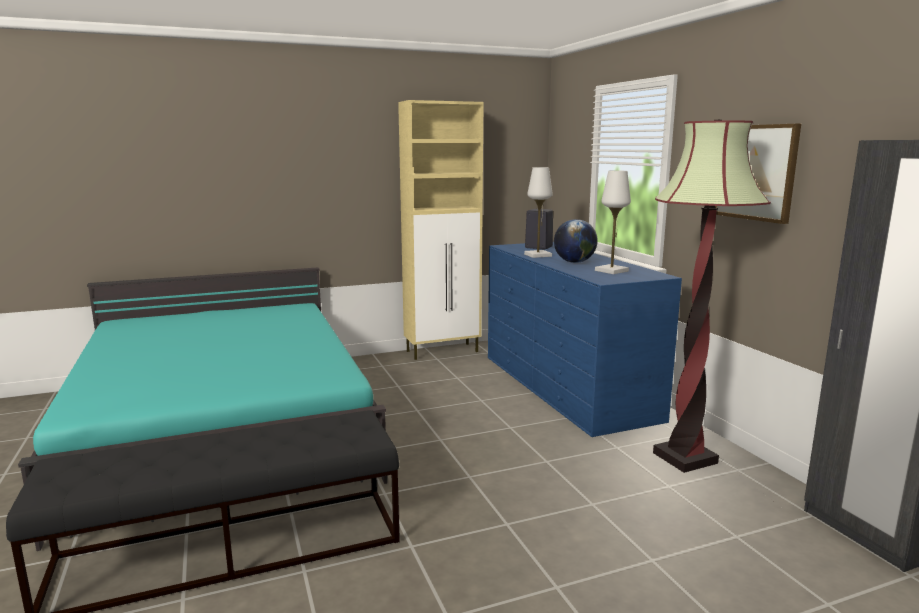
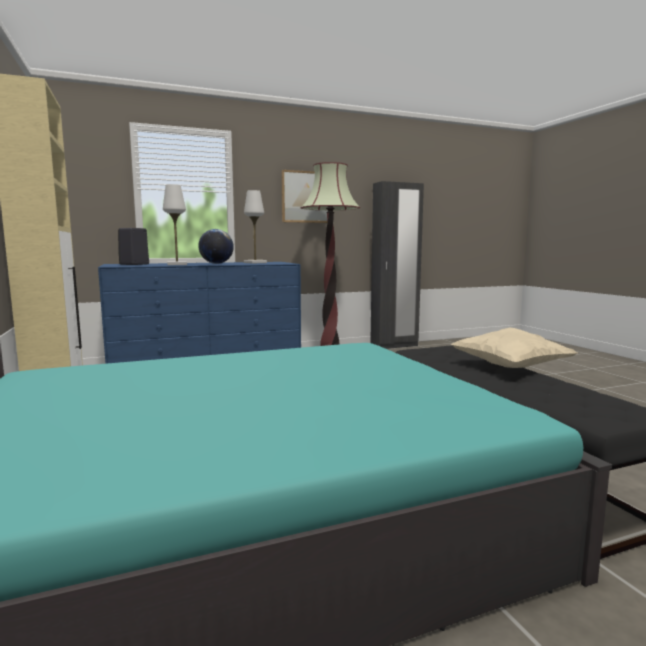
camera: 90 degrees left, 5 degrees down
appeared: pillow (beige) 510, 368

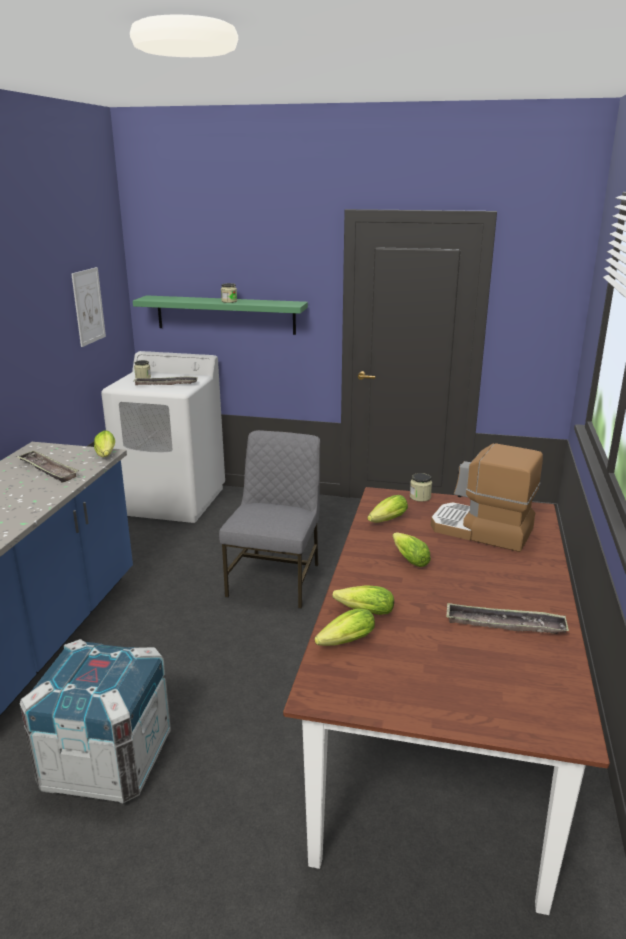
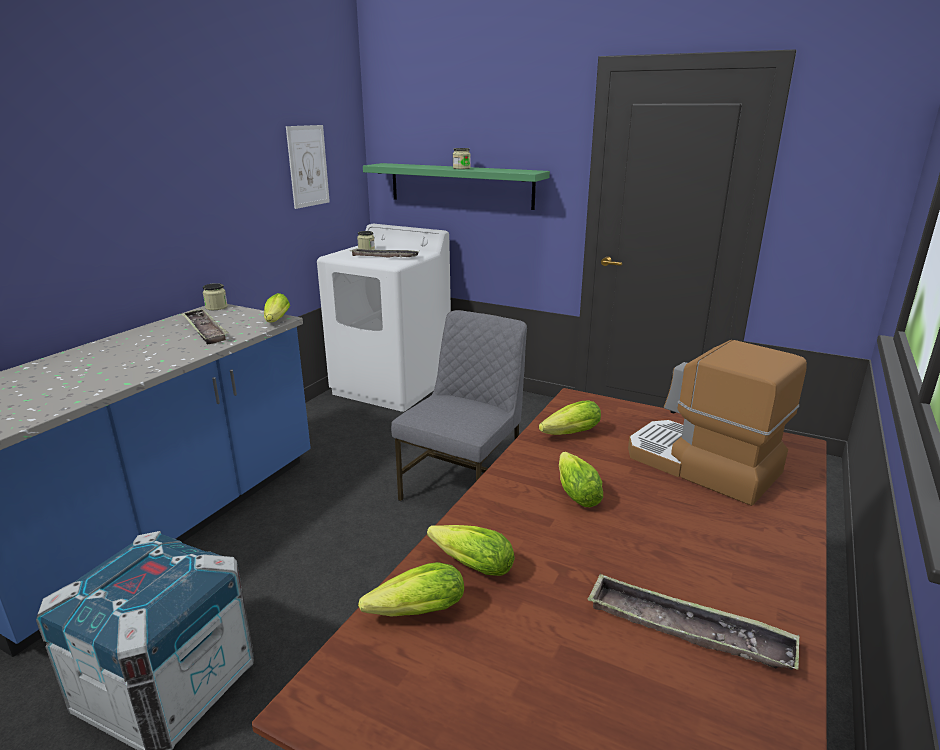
camera: 15 degrees right, 0 degrees up
relocated: jar 420, 497 to 216, 307

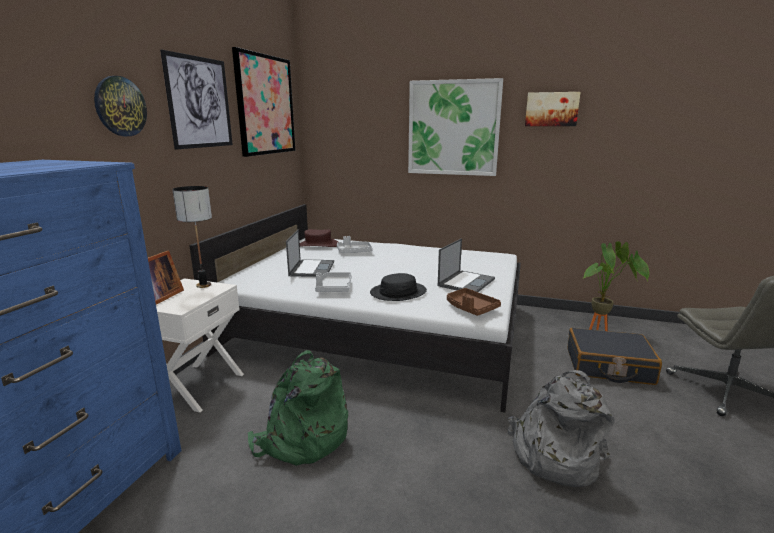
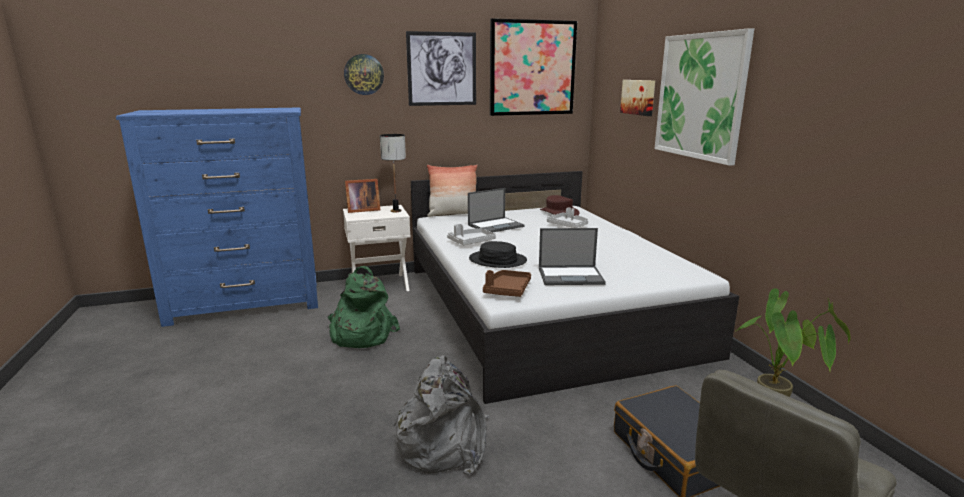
camera: 55 degrees right, 0 degrees up
appeared: pillow 453, 214
relocated: picture 551, 109 to 639, 97

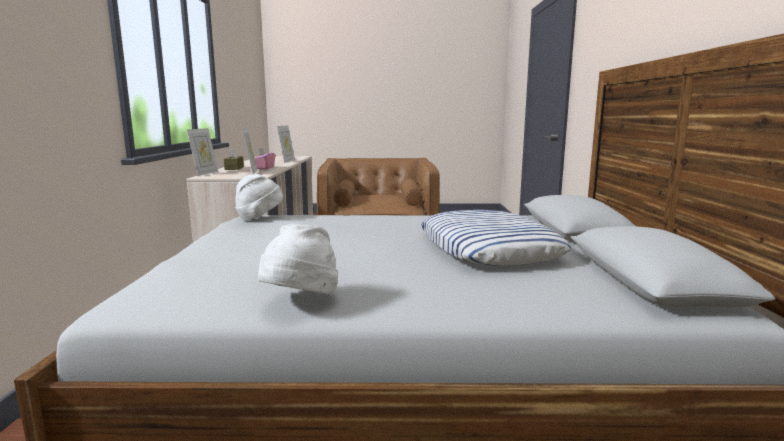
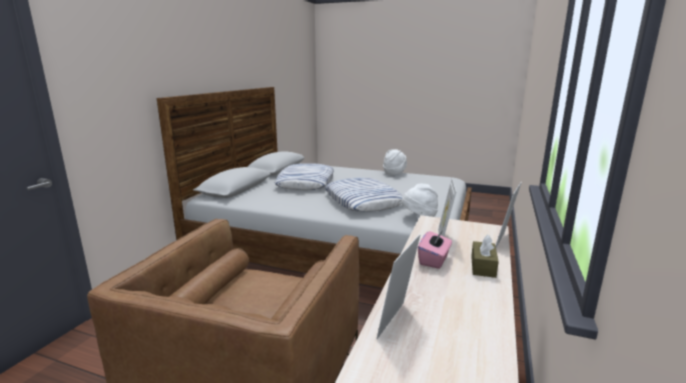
camera: 160 degrees left, 5 degrees up
appeared: pillow 363, 201

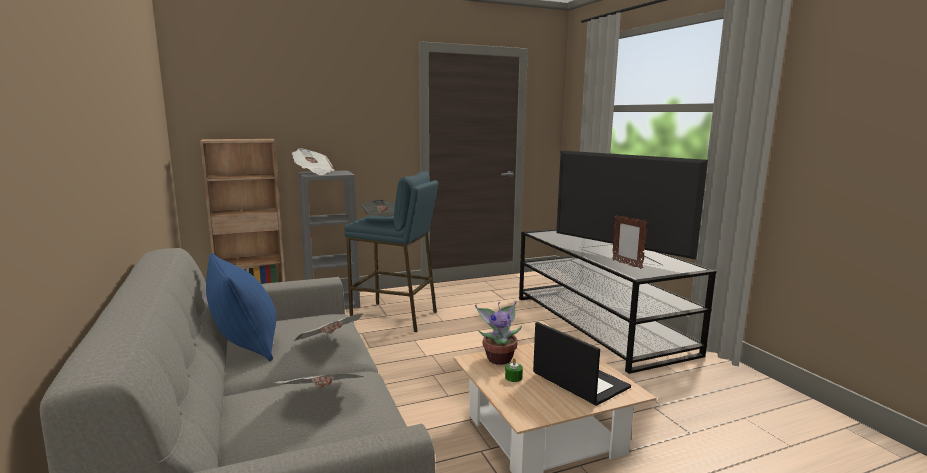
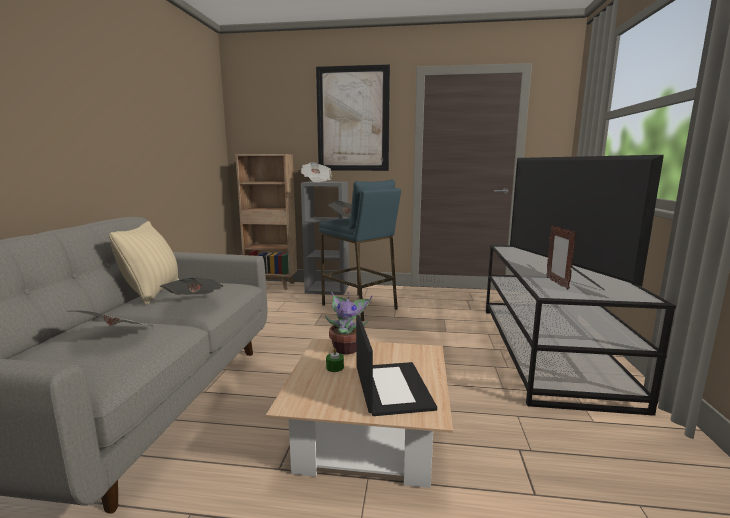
camera: 30 degrees right, 0 degrees up
appeared: picture 353, 119
colour: pillow (blue) 245, 345 to pillow (beige) 153, 293

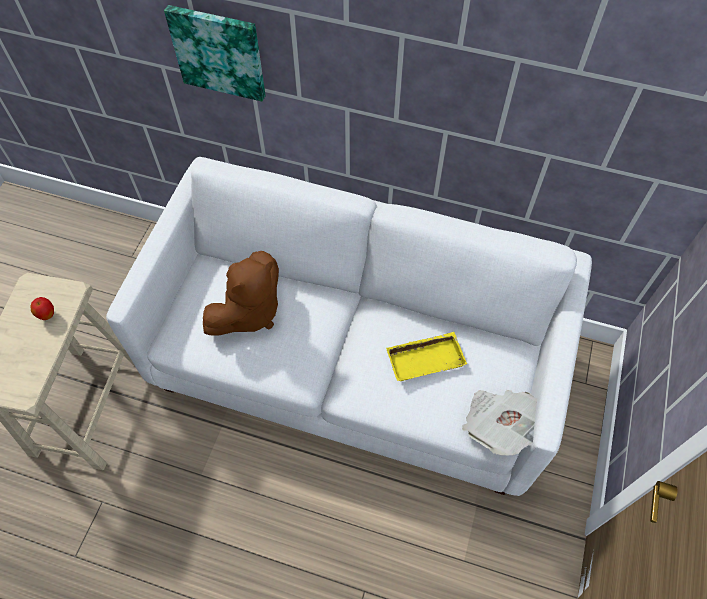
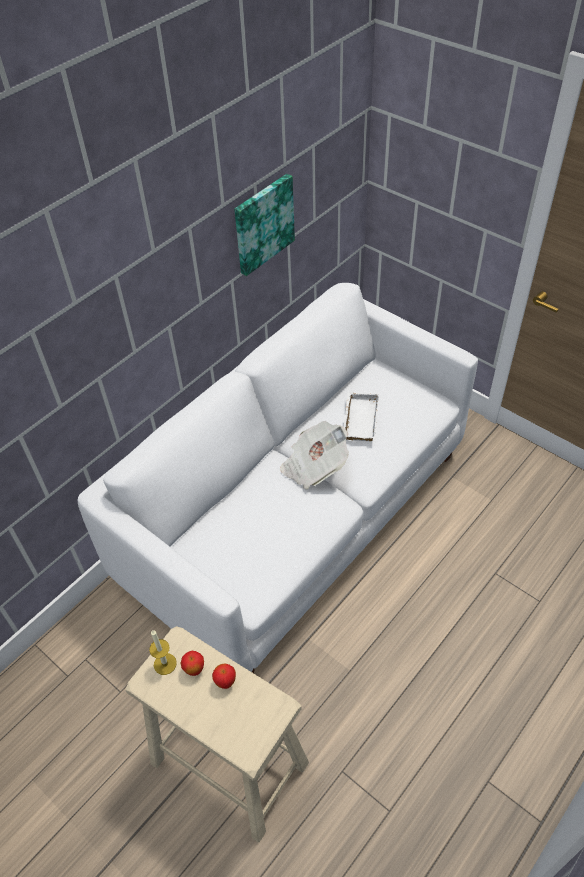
camera: 65 degrees left, 10 degrees down
missing: plush toy (brown) 249, 311
appeared: candle 165, 664; apple 225, 682
relocated: picture 219, 52 to 263, 223; newspaper 499, 425 to 314, 466
colour: tray (yellow) 425, 358 to tray (white) 359, 419

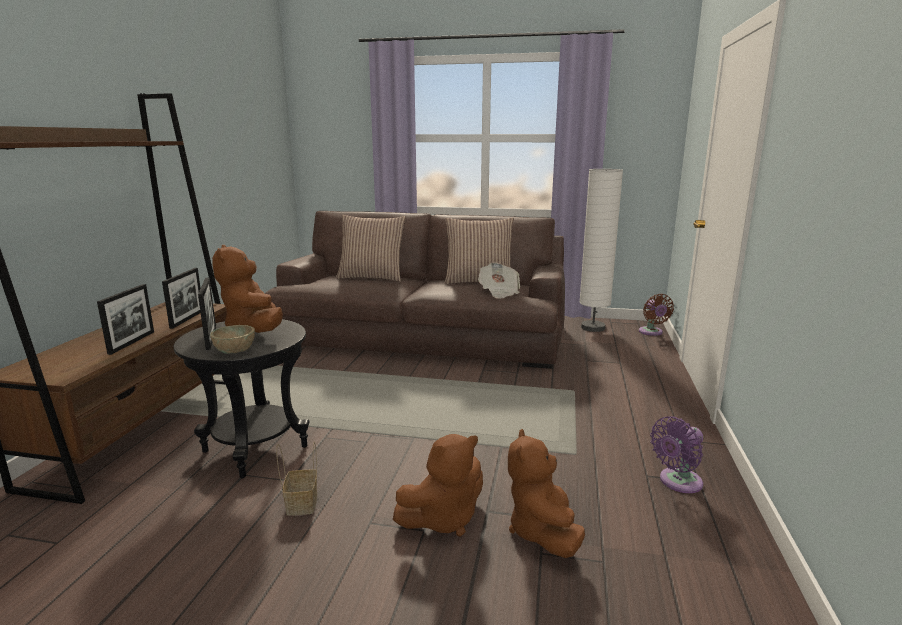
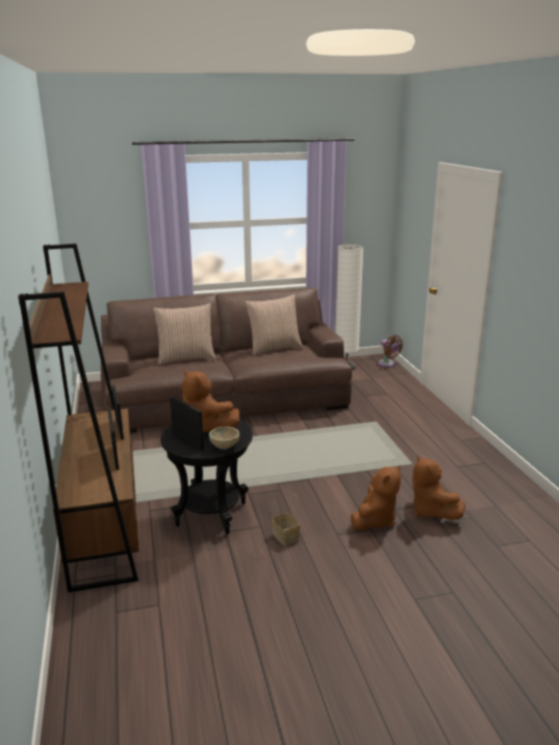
camera: 25 degrees left, 5 degrees up
missing: newspaper 499, 292; fan (purple) 677, 482

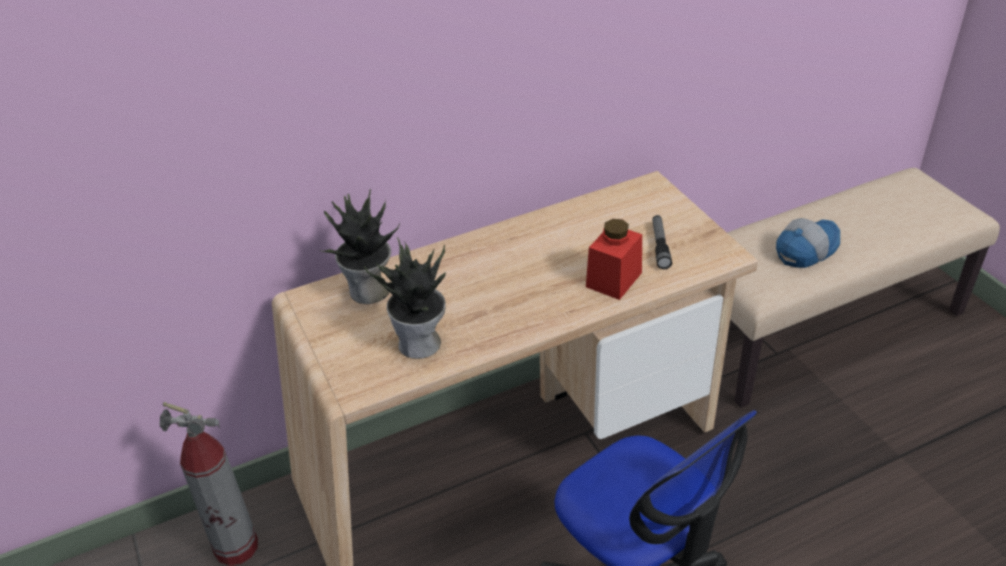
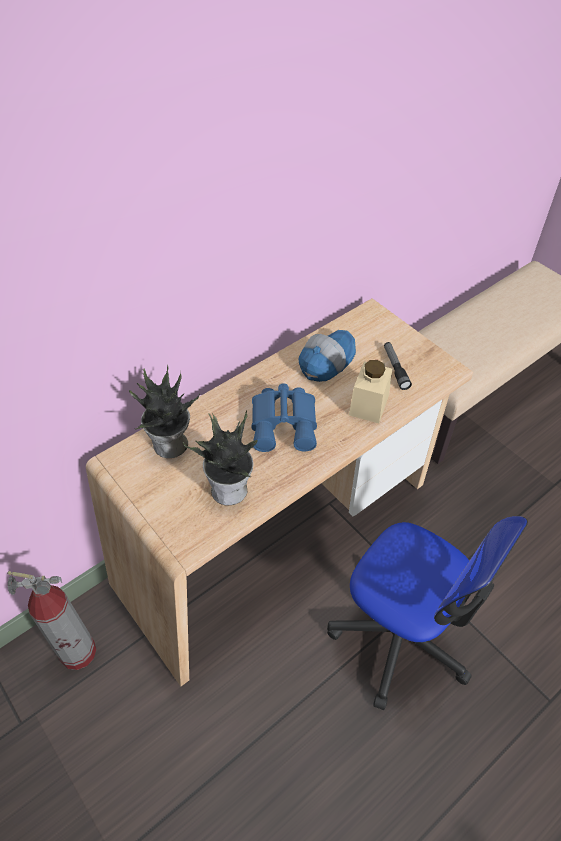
camera: 15 degrees left, 10 degrees up
appeared: binoculars (blue) 285, 423
relocated: cap 805, 249 to 325, 361
colour: jar (red) 613, 279 to jar (beige) 369, 405

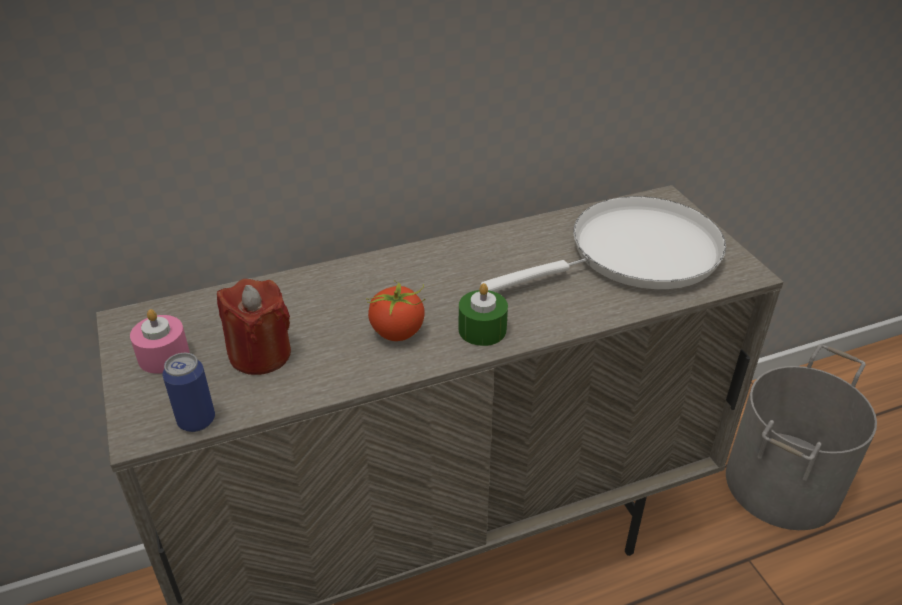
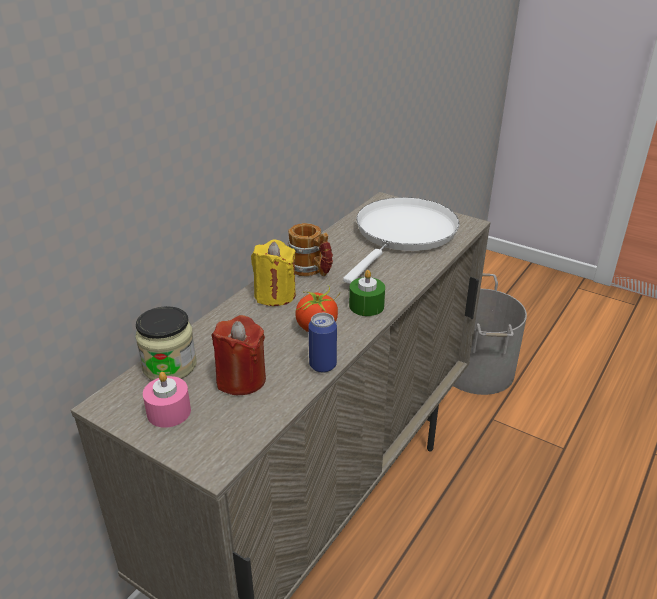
camera: 35 degrees left, 5 degrees down
appeared: jar 169, 366; candle (yellow) 275, 295; mug 311, 270
relocated: can 196, 420 to 322, 365

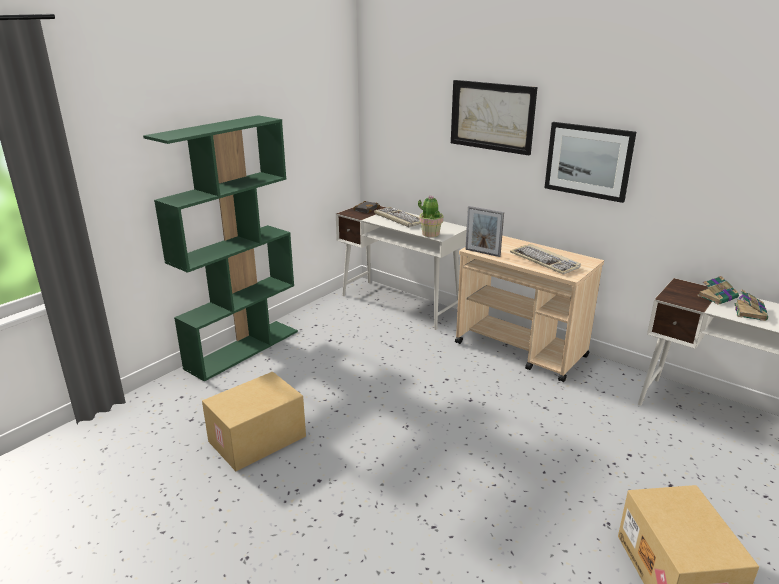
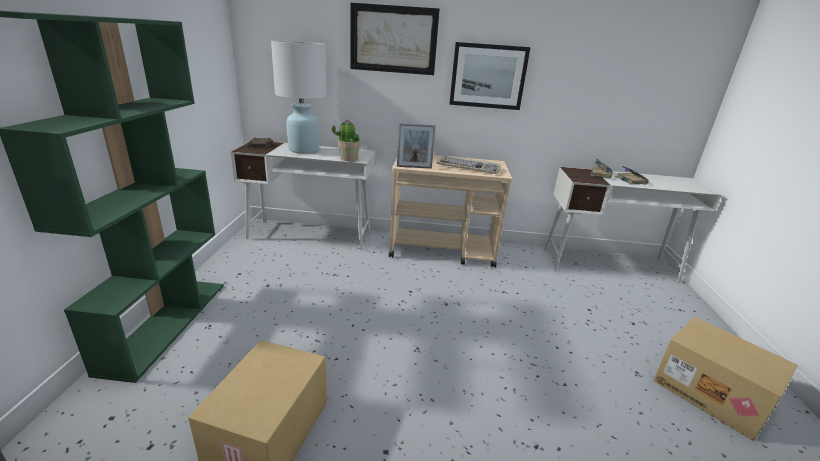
camera: 35 degrees left, 0 degrees up
exchanged: keyboard 399, 219 to table lamp (white) 303, 150

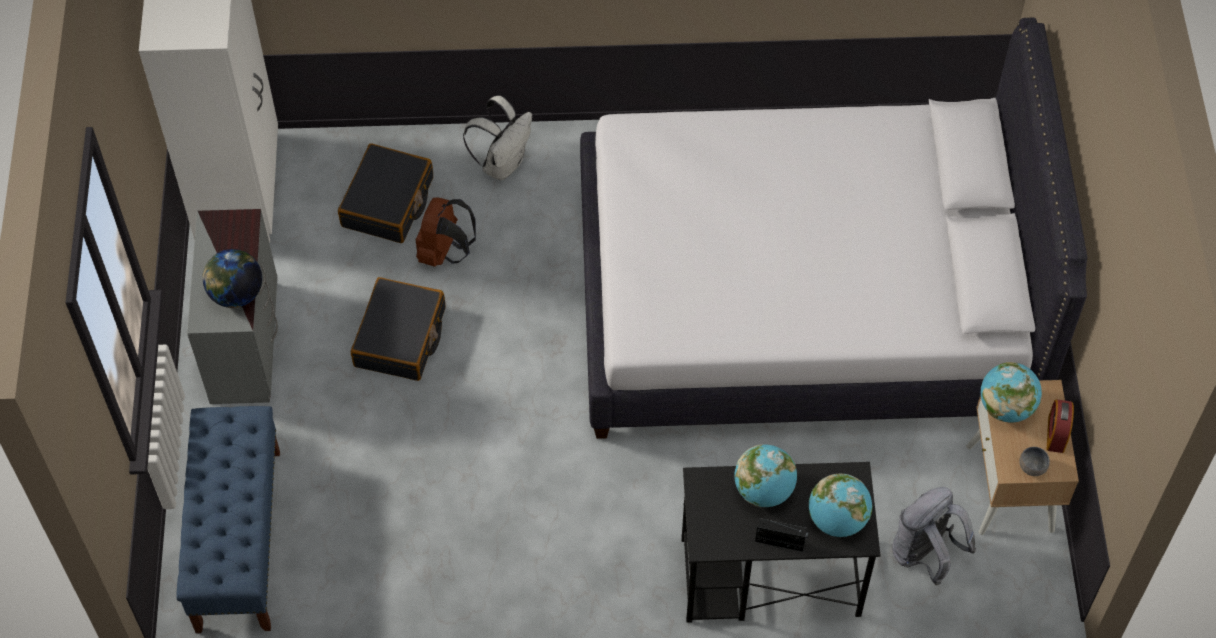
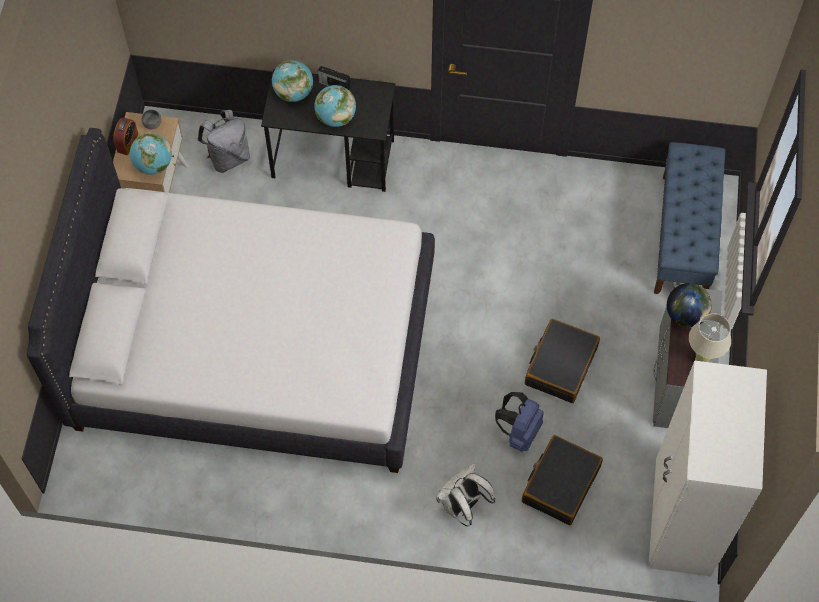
camera: 170 degrees left, 5 degrees up
appeared: table lamp (beige) 701, 360
colour: backpack (brown) 445, 252 to backpack (blue) 519, 432

